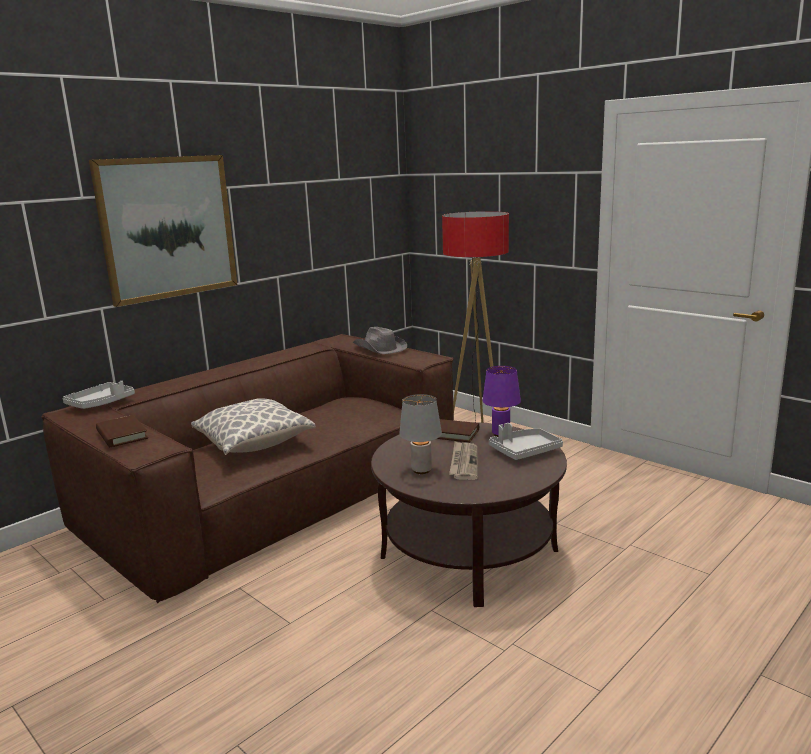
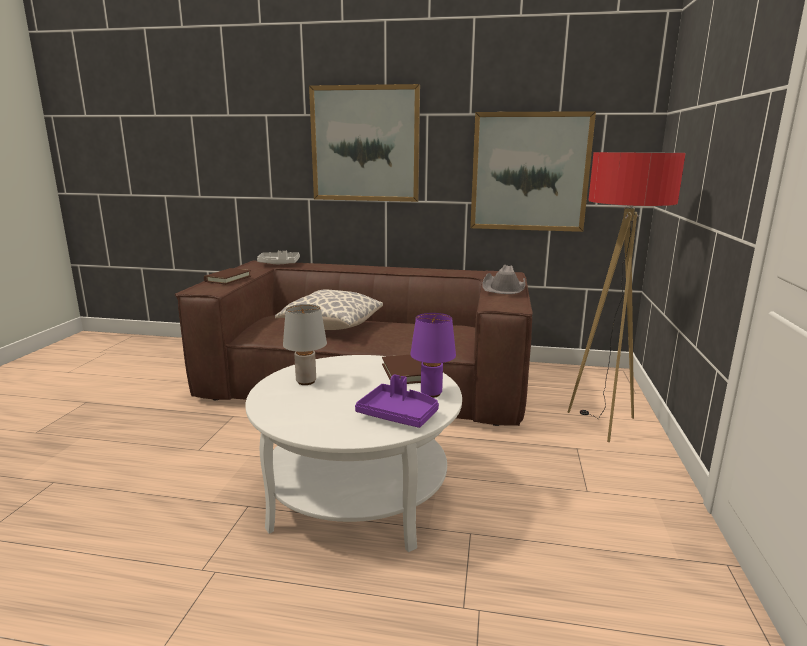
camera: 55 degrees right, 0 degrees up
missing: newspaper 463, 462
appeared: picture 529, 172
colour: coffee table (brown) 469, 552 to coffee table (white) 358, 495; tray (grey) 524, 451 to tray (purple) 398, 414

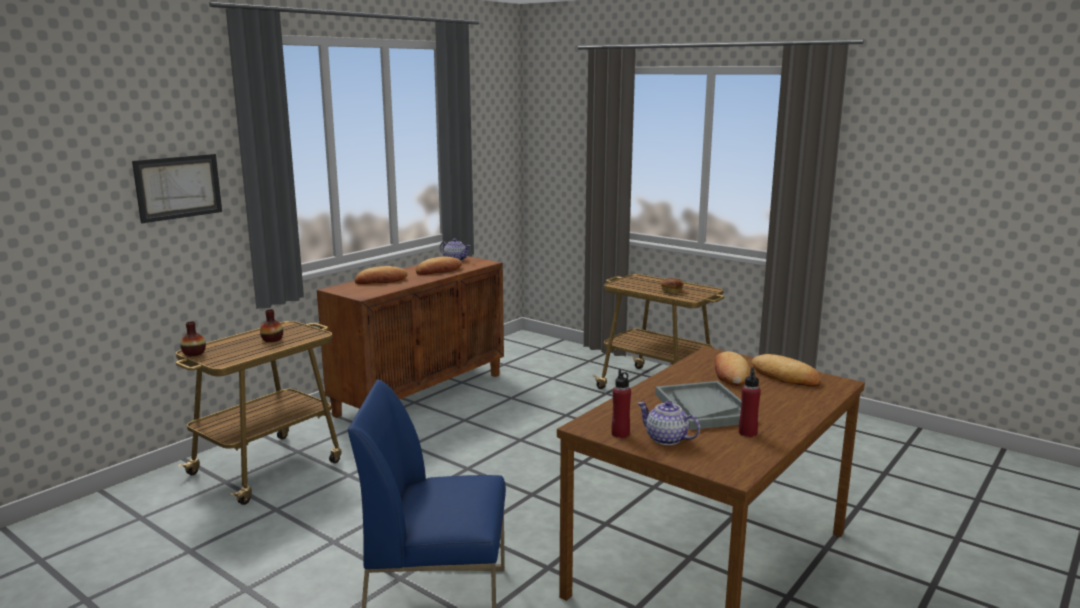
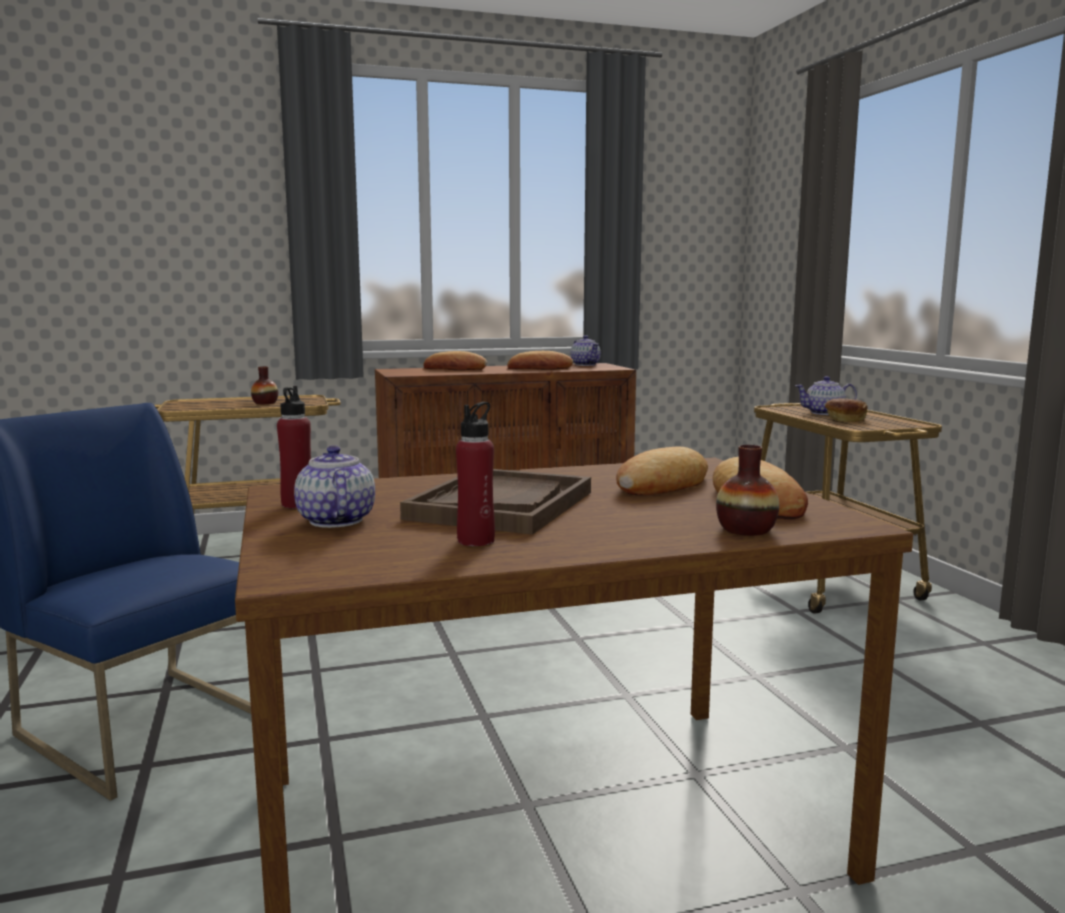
camera: 35 degrees right, 5 degrees down
missing: picture 178, 187
appeared: teapot 825, 413
relocated: vase 194, 353 to 746, 530
colour: tray (grey) 704, 408 to tray (brown) 501, 505

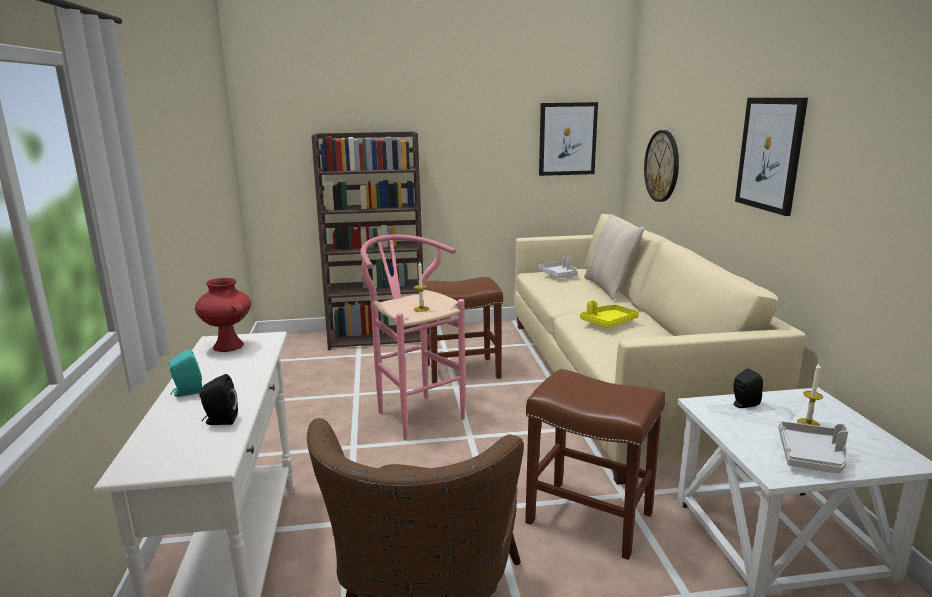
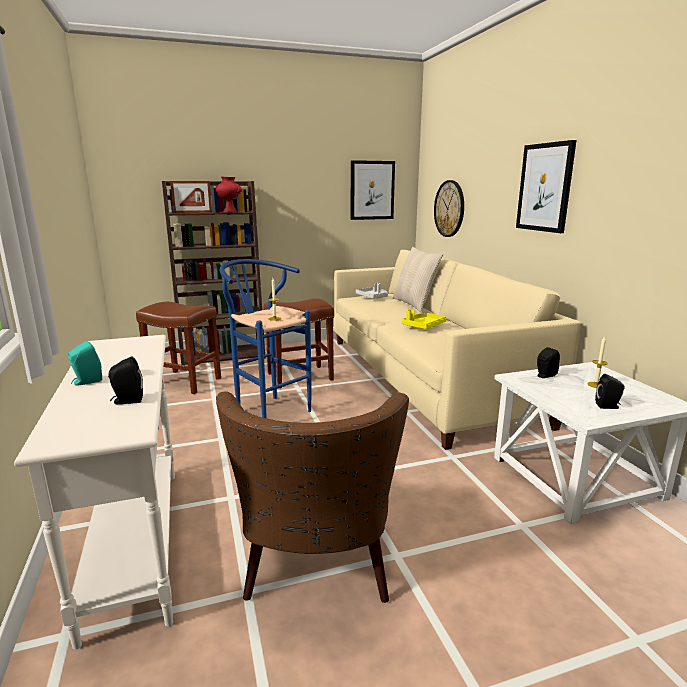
camera: 10 degrees left, 0 degrees up
appeared: picture frame 193, 212
relocated: vase (red) 229, 346 to 230, 212; stool (brown) 587, 518 to 183, 382
exchanged: tray (grey) 812, 457 to speaker (black) 608, 406
colour: stool (pink) 414, 413 to stool (blue) 268, 410

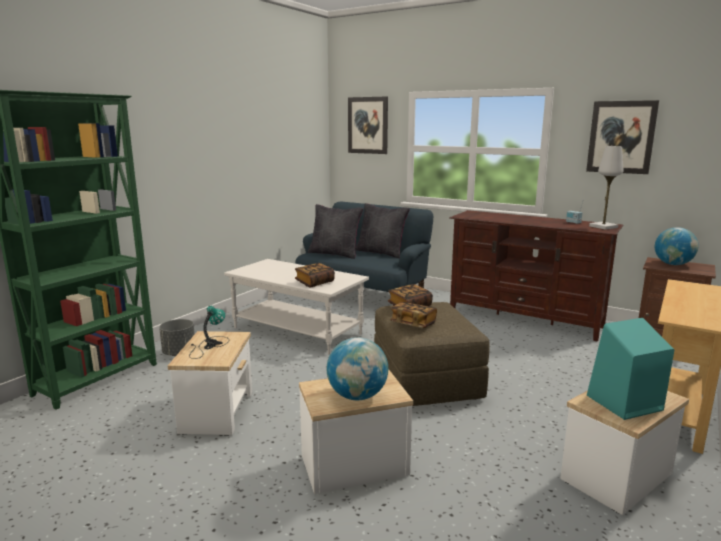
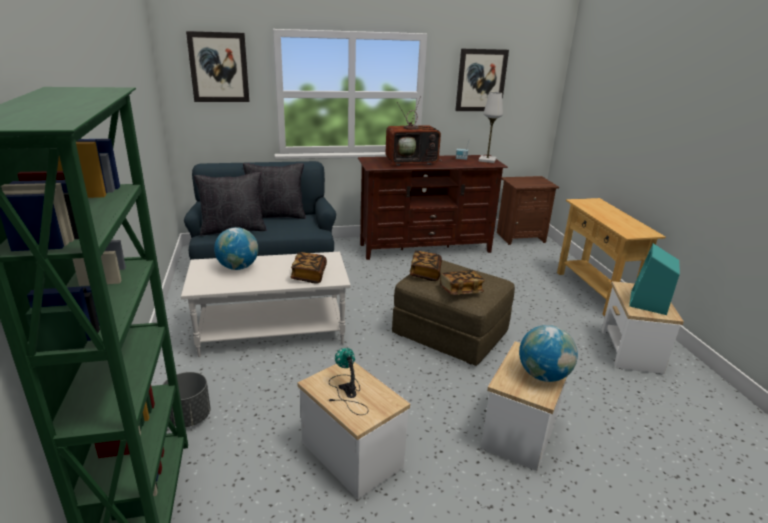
camera: 45 degrees left, 10 degrees up
appeared: television 412, 162
relocated: globe 673, 264 to 238, 267

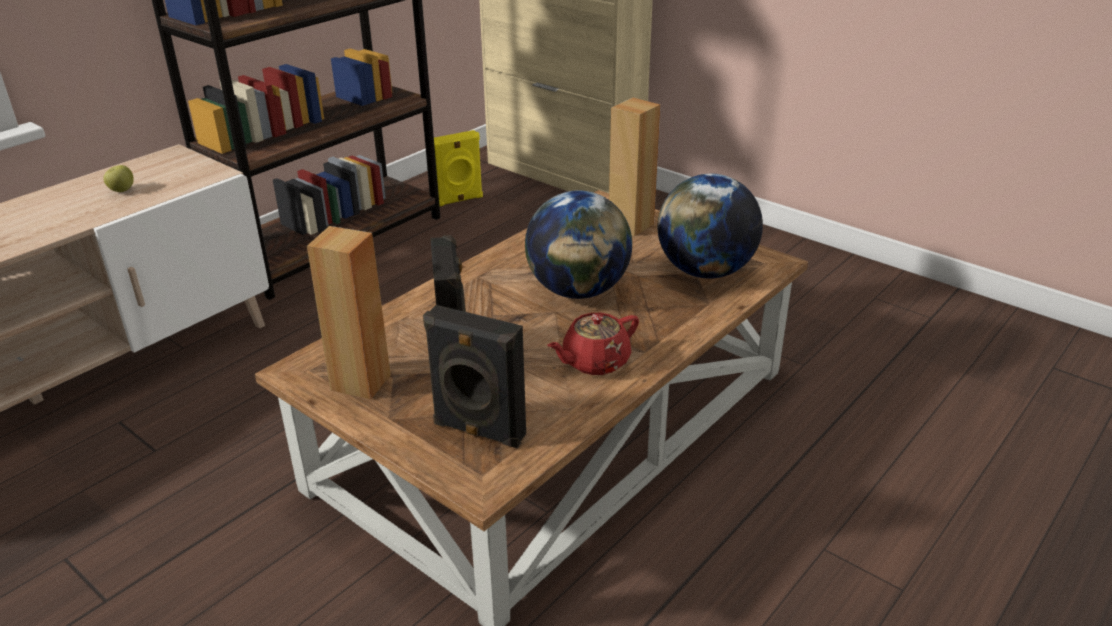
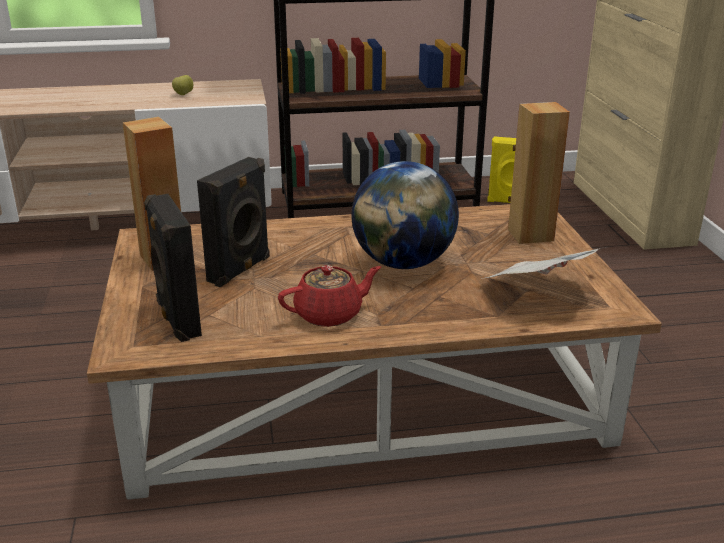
camera: 40 degrees right, 5 degrees down
exchanged: globe 705, 271 to newspaper 538, 291
spun: teapot (red) 594, 362 = 330, 314 150 degrees clockwise

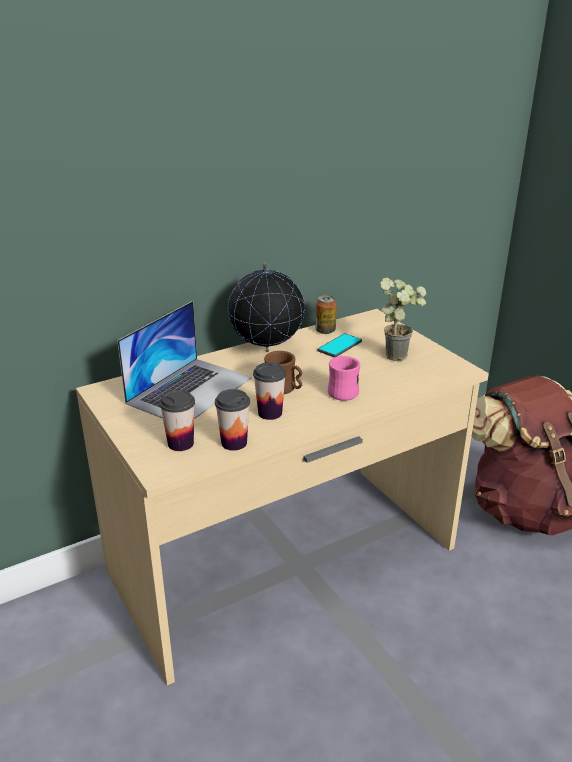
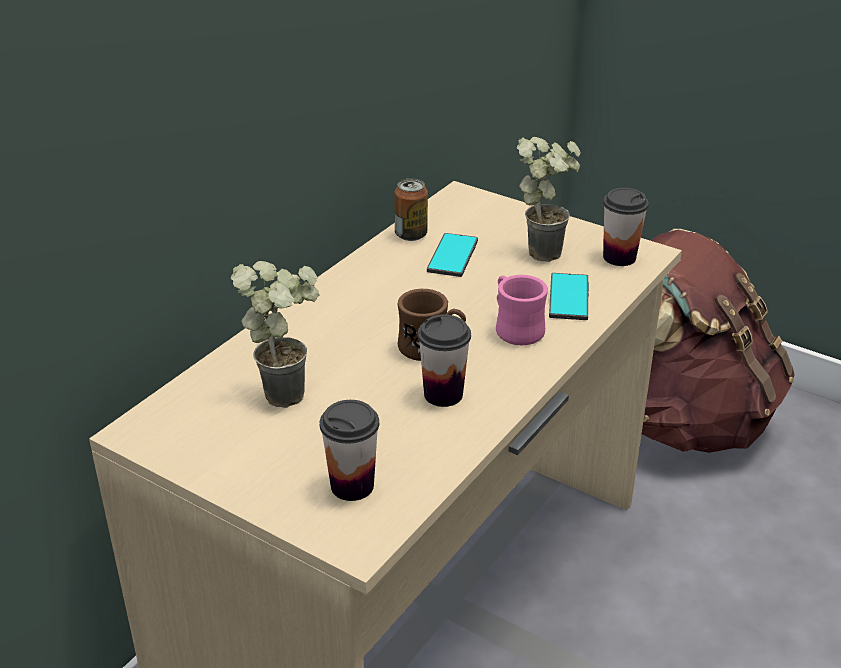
camera: 25 degrees left, 5 degrees up
missing: globe 266, 352
appeared: phone 569, 297
relocated: cup 234, 443 to 619, 257
exchanged: laptop 190, 390 to potted plant 288, 389

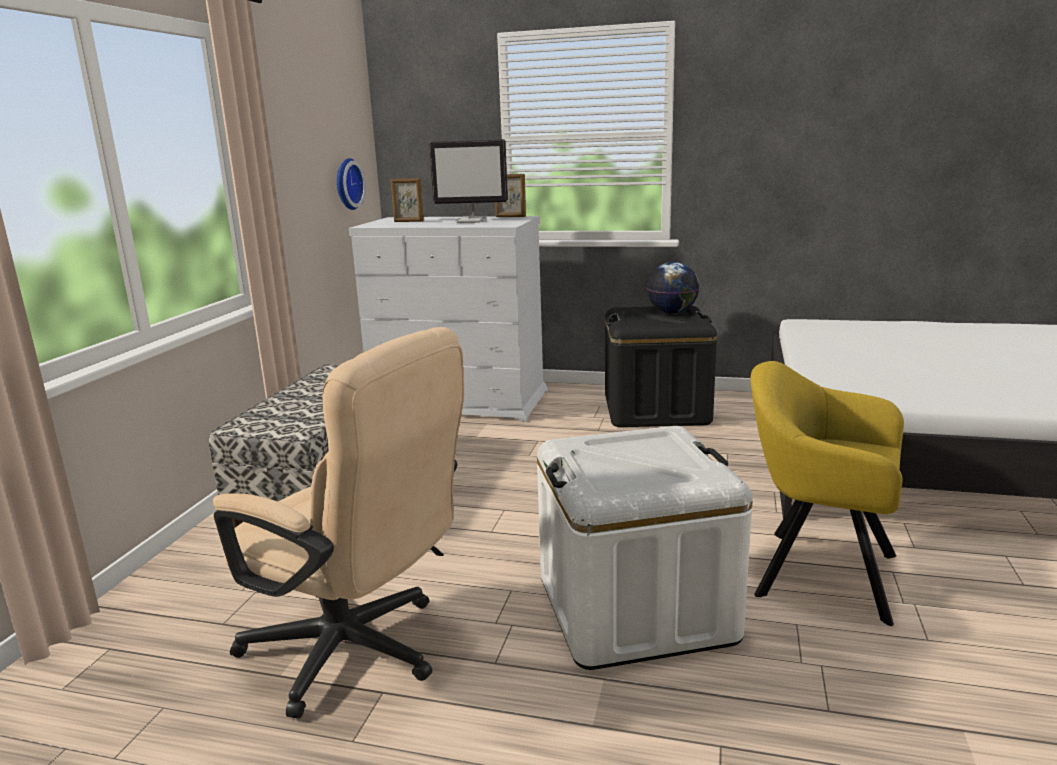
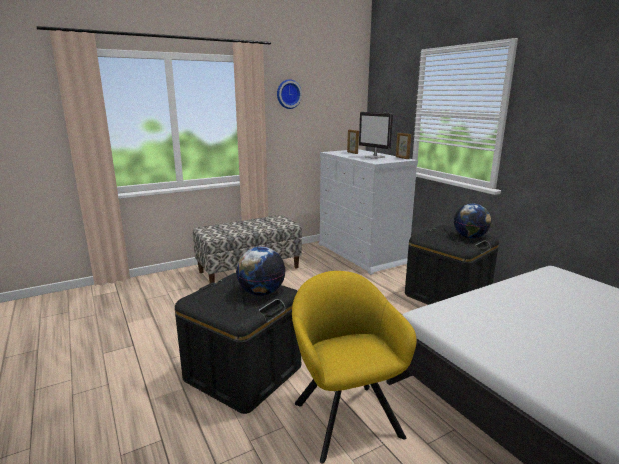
camera: 45 degrees right, 0 degrees up
missing: office chair (beige) 358, 653
appeared: globe 261, 292
relocated: wall clock 346, 184 to 288, 94
colour: storage box (white) 635, 609 to storage box (black) 243, 373

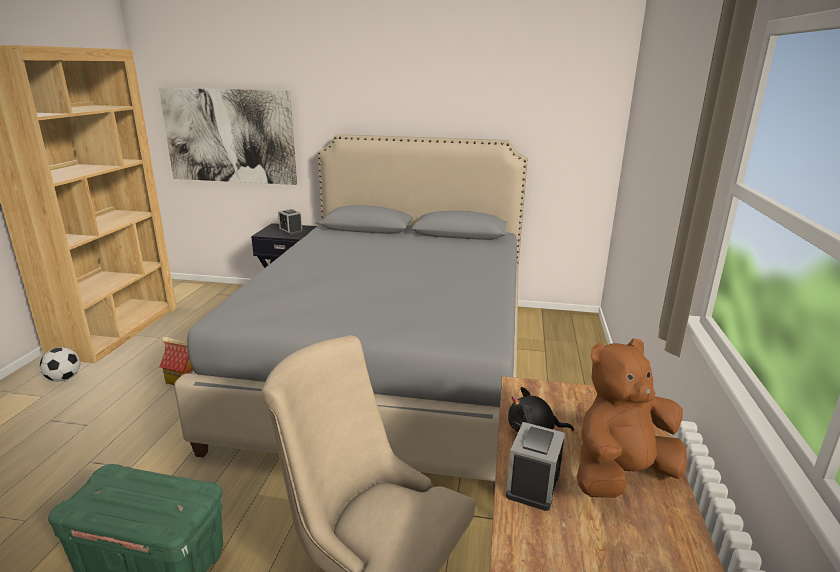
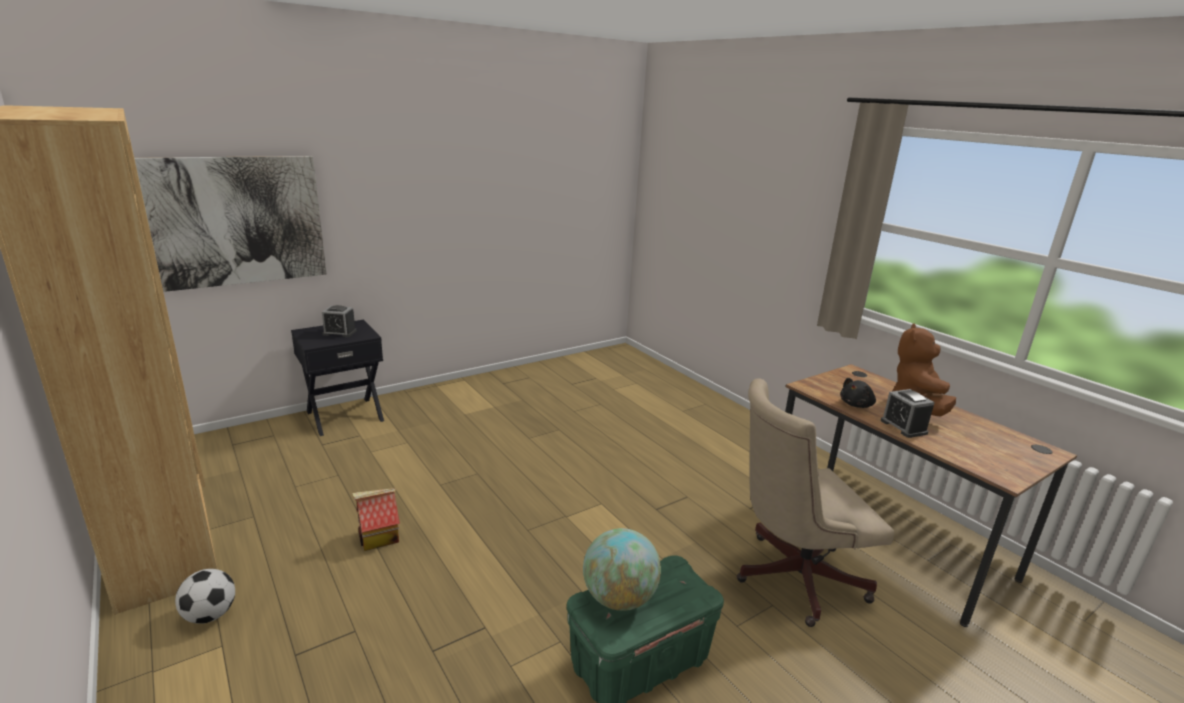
camera: 45 degrees left, 0 degrees up
missing: bed (grey) 390, 364
appeared: globe 619, 599

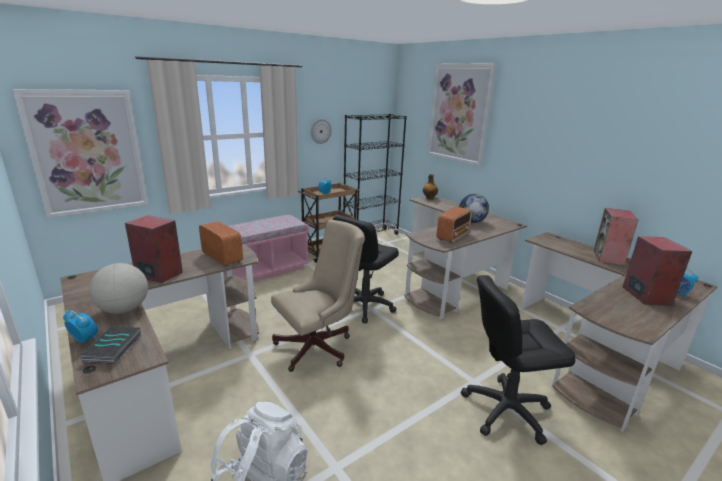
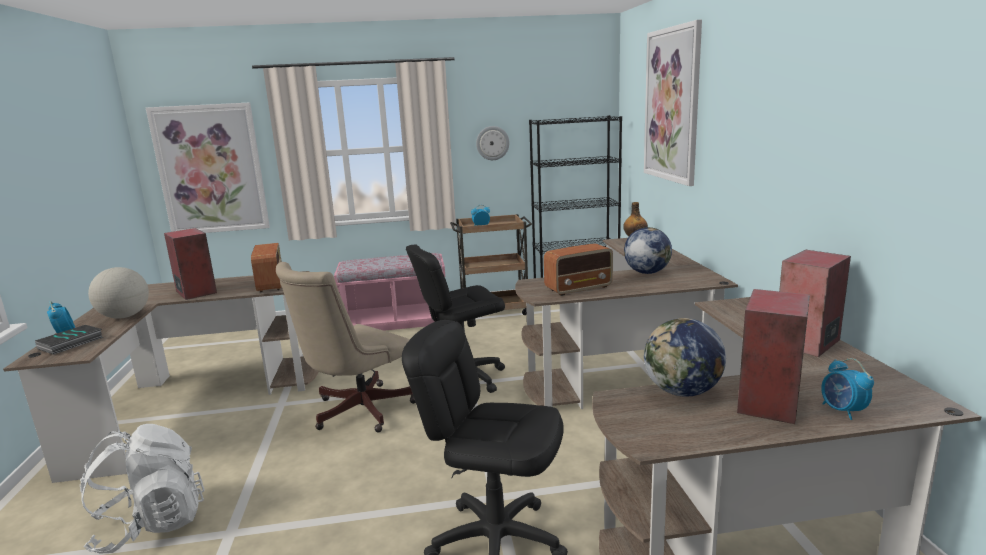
camera: 30 degrees right, 5 degrees down
appeared: globe 682, 392
spun: office chair (beige) 319, 347 = 356, 412 135 degrees clockwise

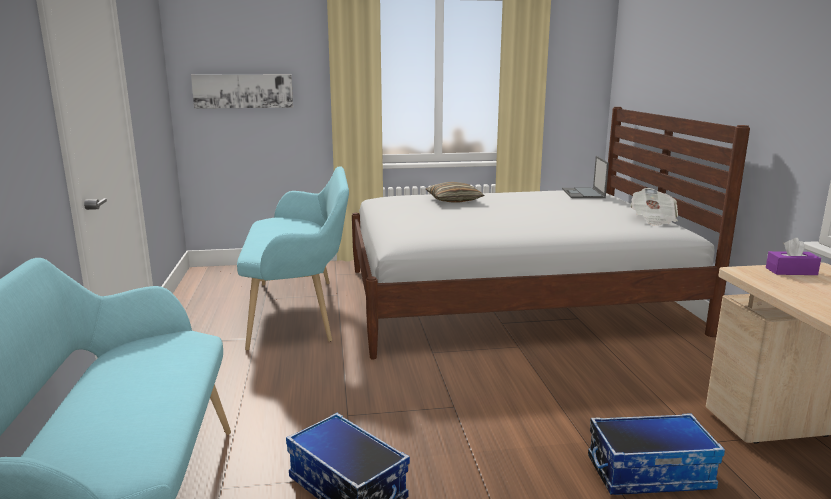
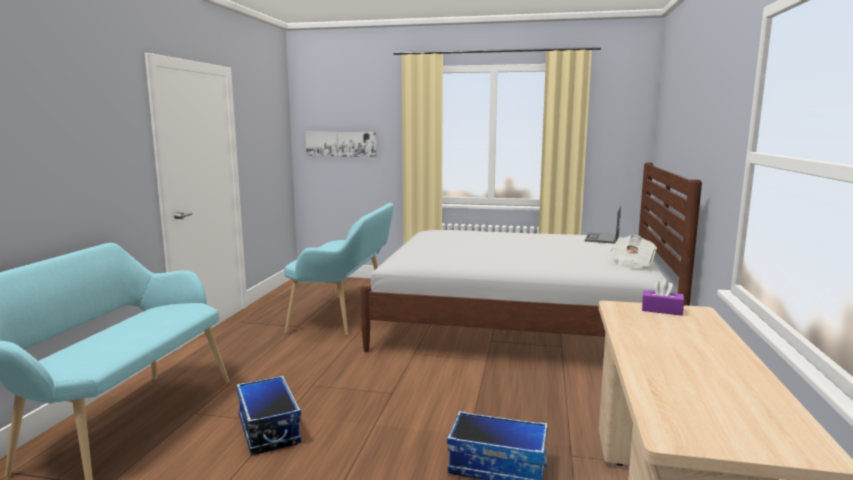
camera: 20 degrees right, 5 degrees down
missing: pillow 454, 200

